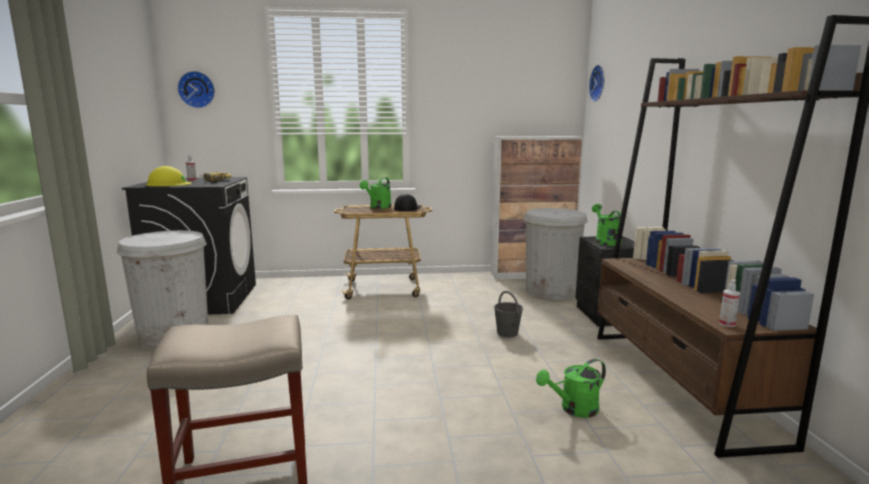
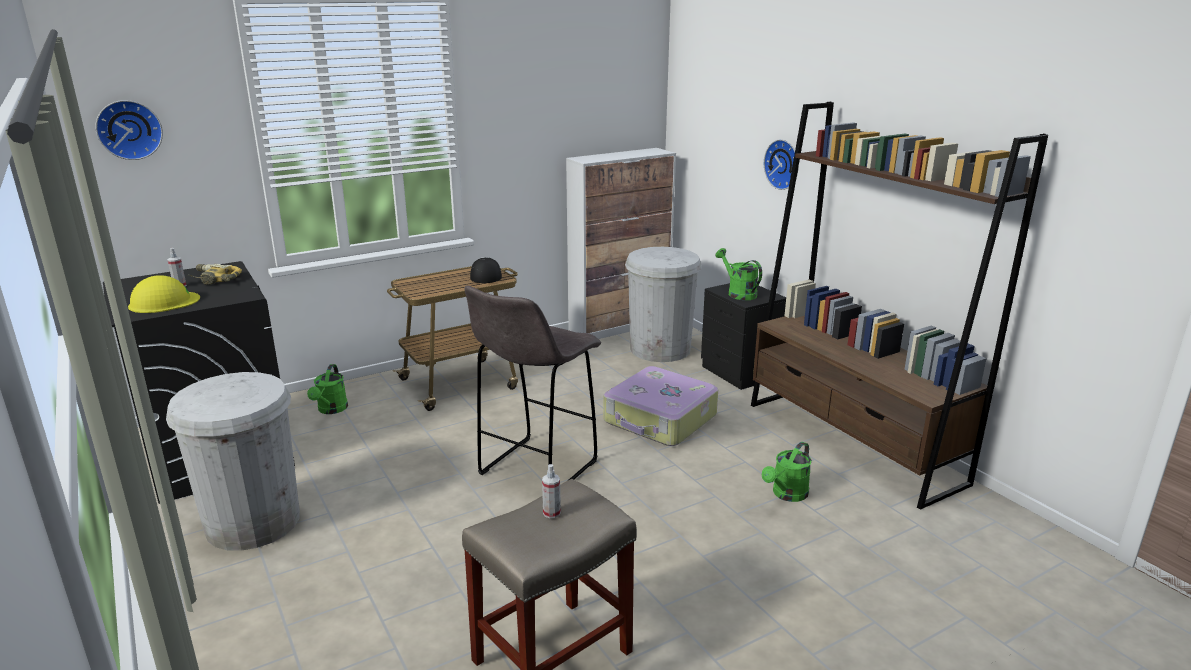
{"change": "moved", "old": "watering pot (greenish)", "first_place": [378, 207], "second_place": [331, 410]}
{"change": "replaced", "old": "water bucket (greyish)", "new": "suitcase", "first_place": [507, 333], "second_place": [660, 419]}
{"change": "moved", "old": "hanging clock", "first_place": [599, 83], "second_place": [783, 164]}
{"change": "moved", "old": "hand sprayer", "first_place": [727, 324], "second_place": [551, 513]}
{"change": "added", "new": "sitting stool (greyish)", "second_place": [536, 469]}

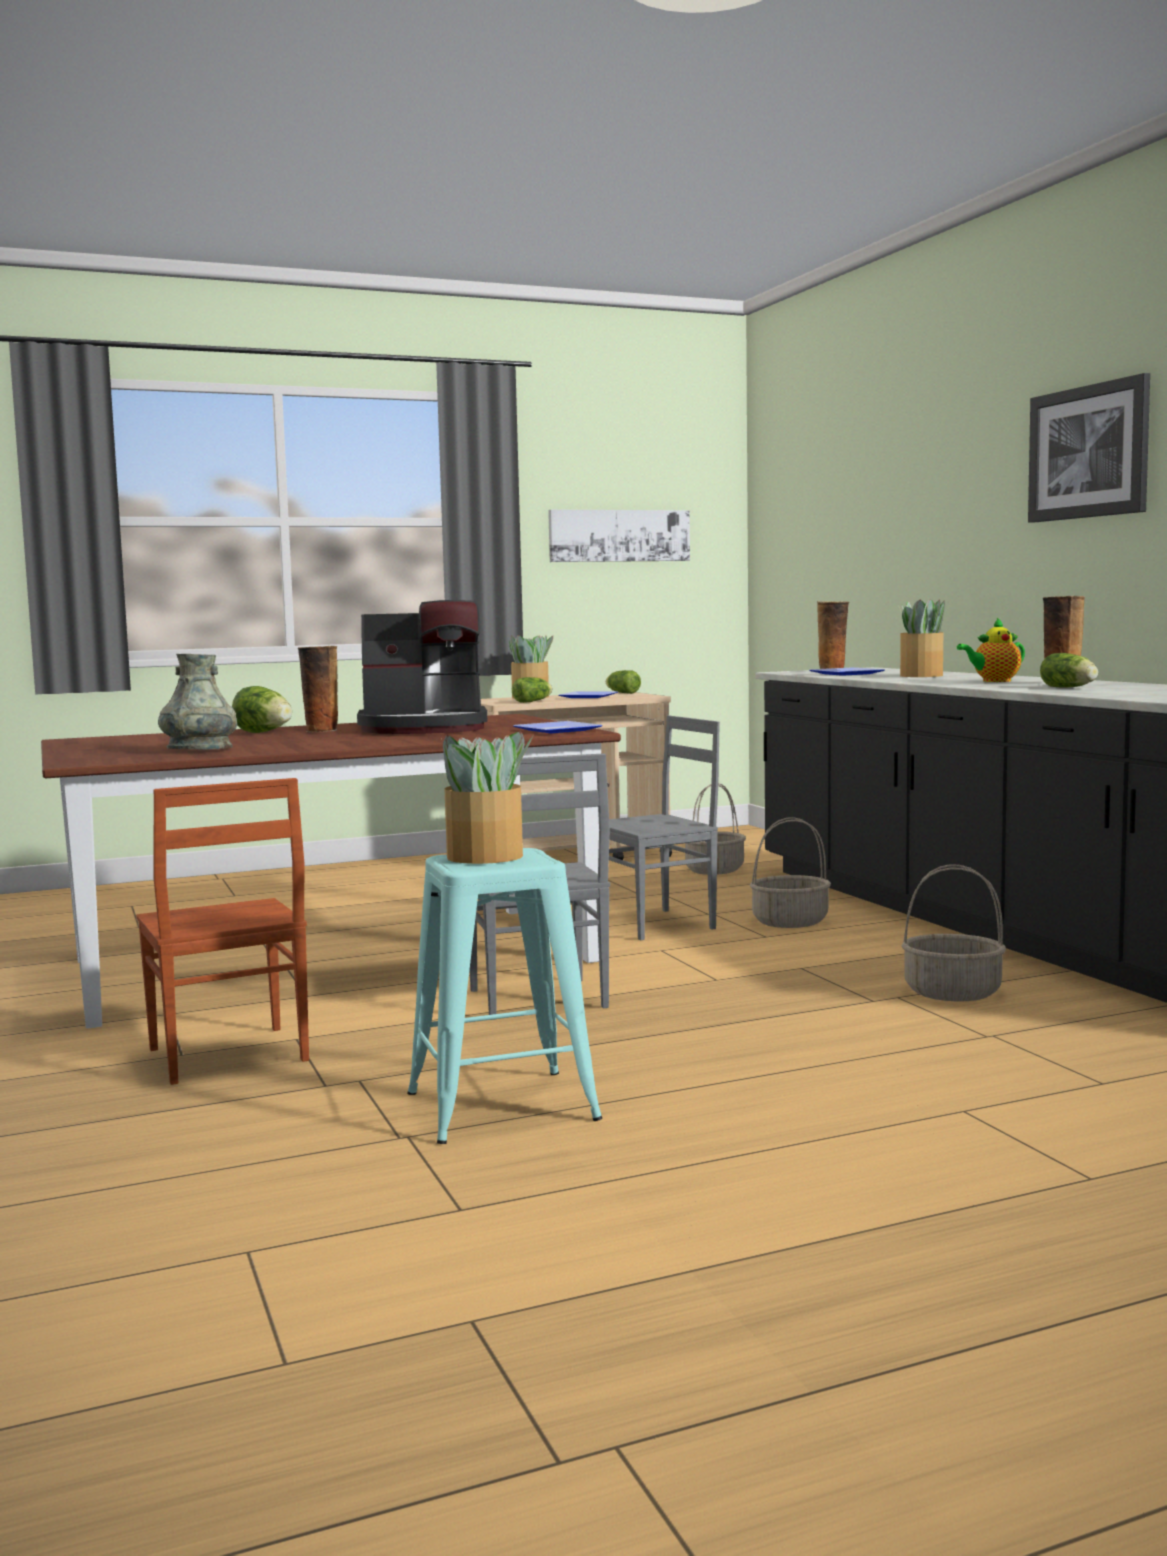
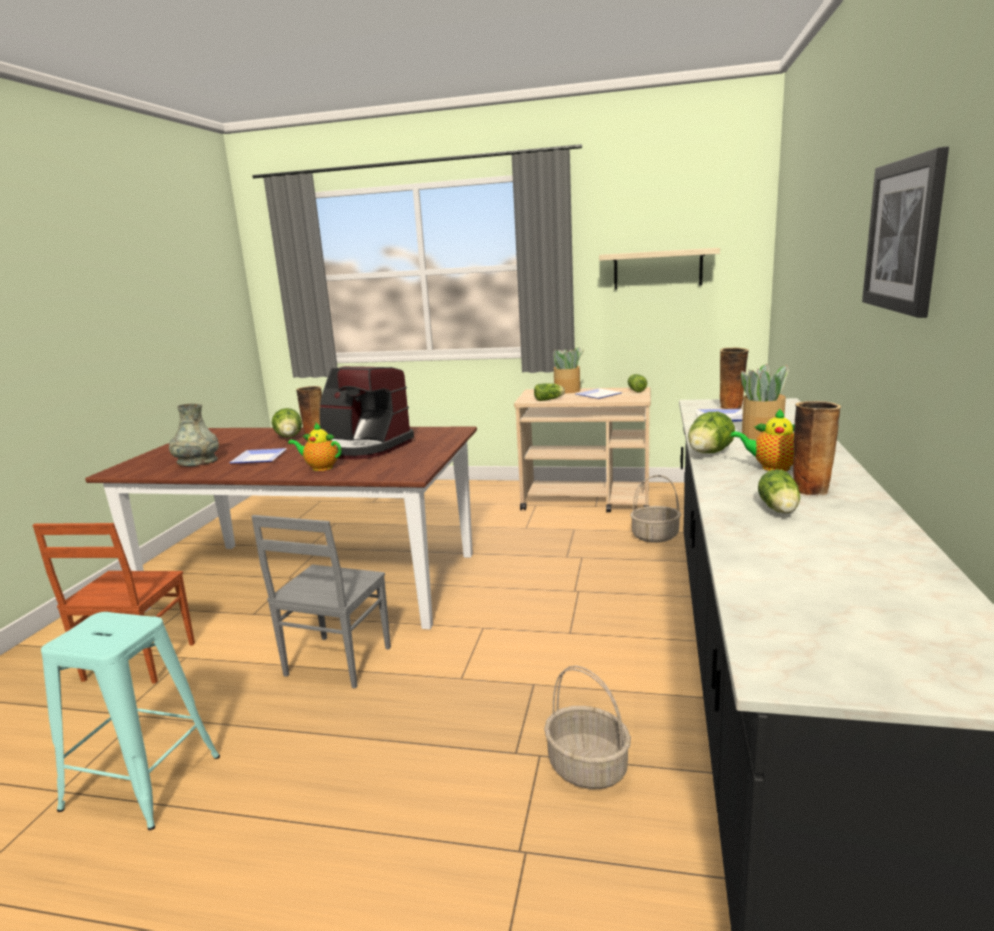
{"change": "removed", "old": "houseplant", "first_place": [486, 857]}
{"change": "moved", "old": "flat dish", "first_place": [556, 731], "second_place": [257, 459]}
{"change": "replaced", "old": "picture", "new": "shelf", "first_place": [619, 536], "second_place": [657, 269]}
{"change": "removed", "old": "upright chair (greyish)", "first_place": [657, 924]}
{"change": "removed", "old": "household basket", "first_place": [790, 922]}
{"change": "added", "new": "pot for tea", "second_place": [320, 468]}
{"change": "added", "new": "lettuce head", "second_place": [708, 454]}

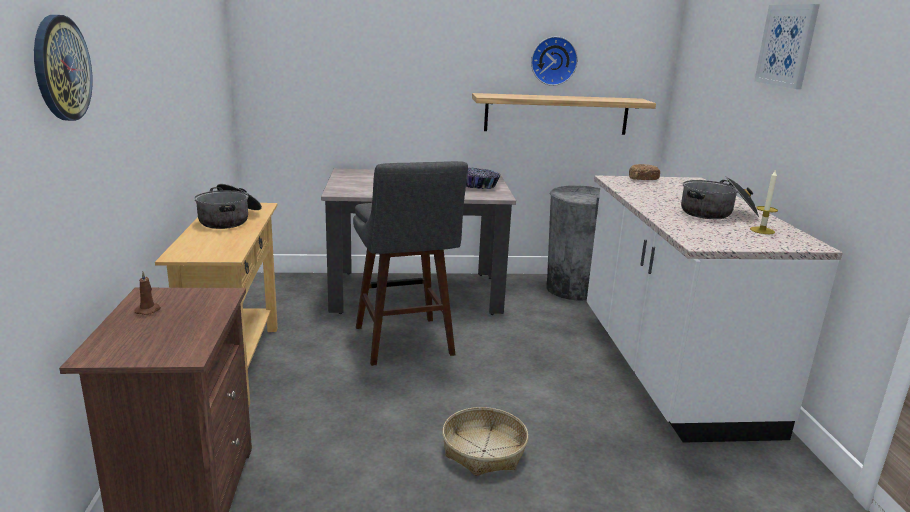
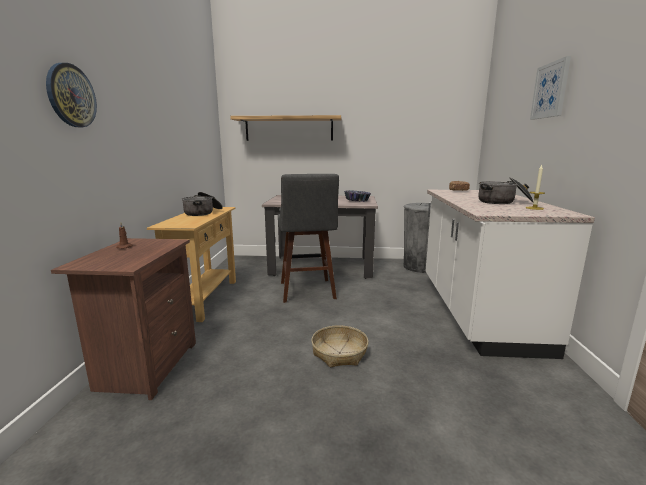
{"change": "moved", "old": "shelf", "first_place": [556, 114], "second_place": [289, 129]}
{"change": "removed", "old": "hanging clock", "first_place": [553, 60]}

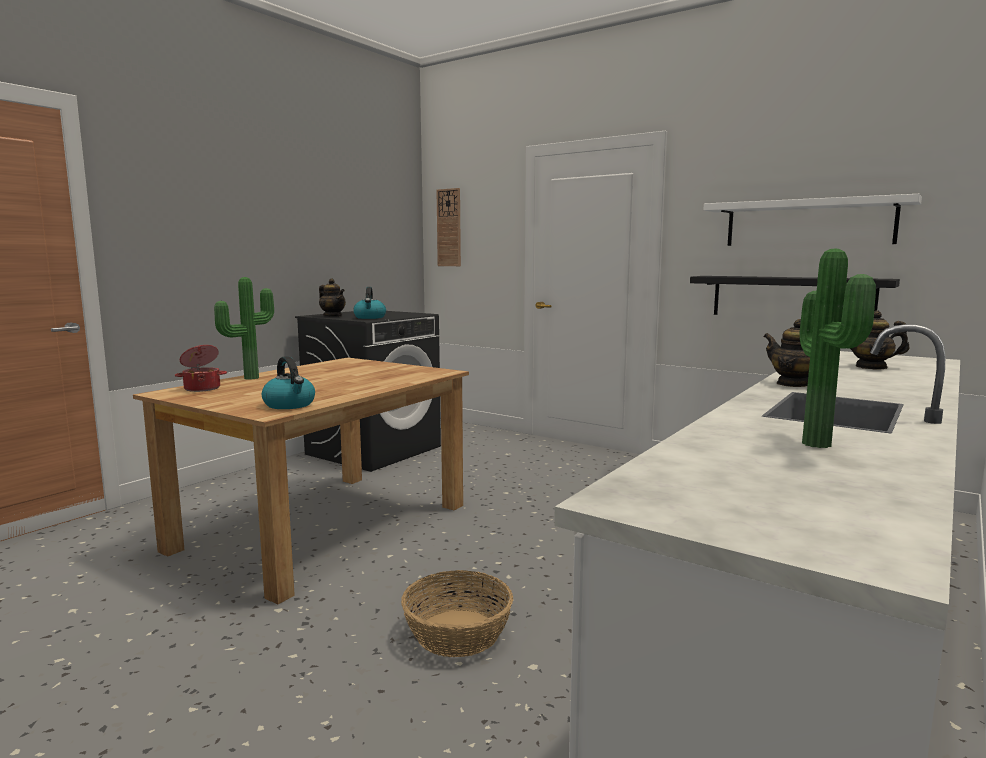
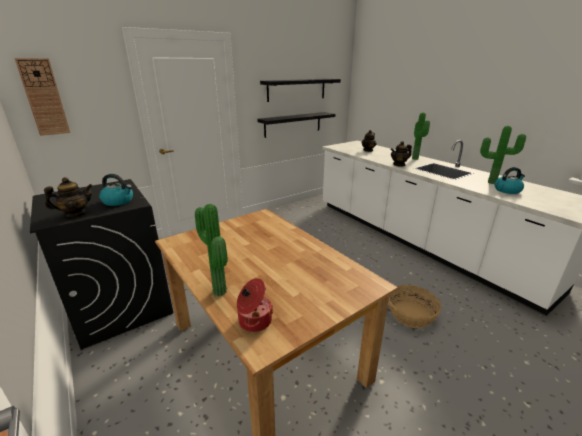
{"change": "moved", "old": "tea kettle", "first_place": [290, 405], "second_place": [507, 190]}
{"change": "recoloured", "old": "shelf (white)", "new": "shelf (black)", "first_place": [808, 223], "second_place": [296, 89]}
{"change": "added", "new": "houseplant", "second_place": [416, 159]}

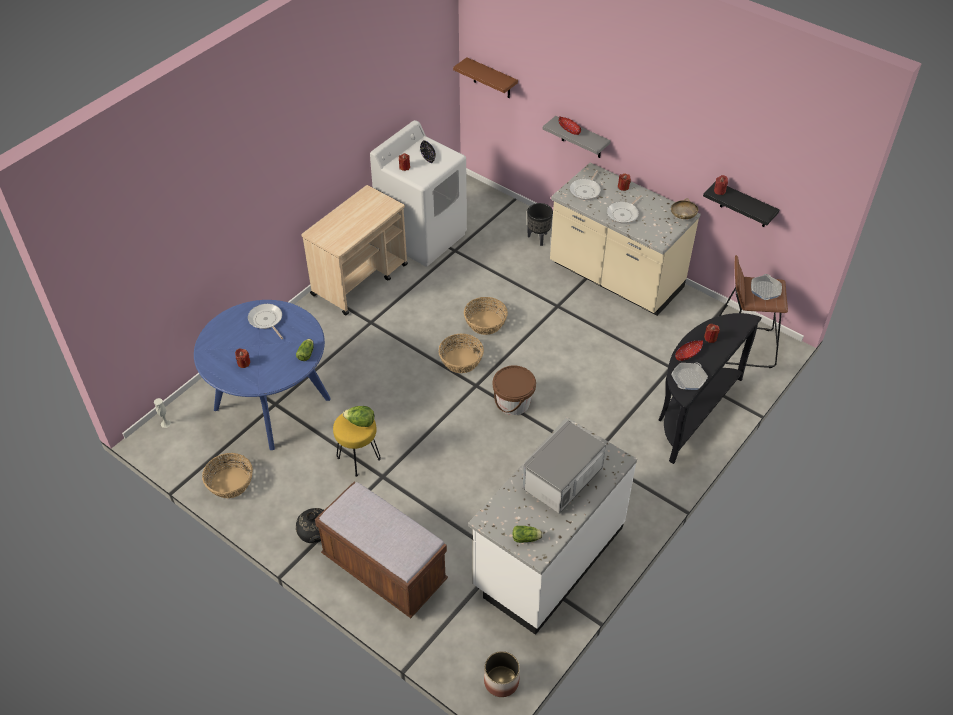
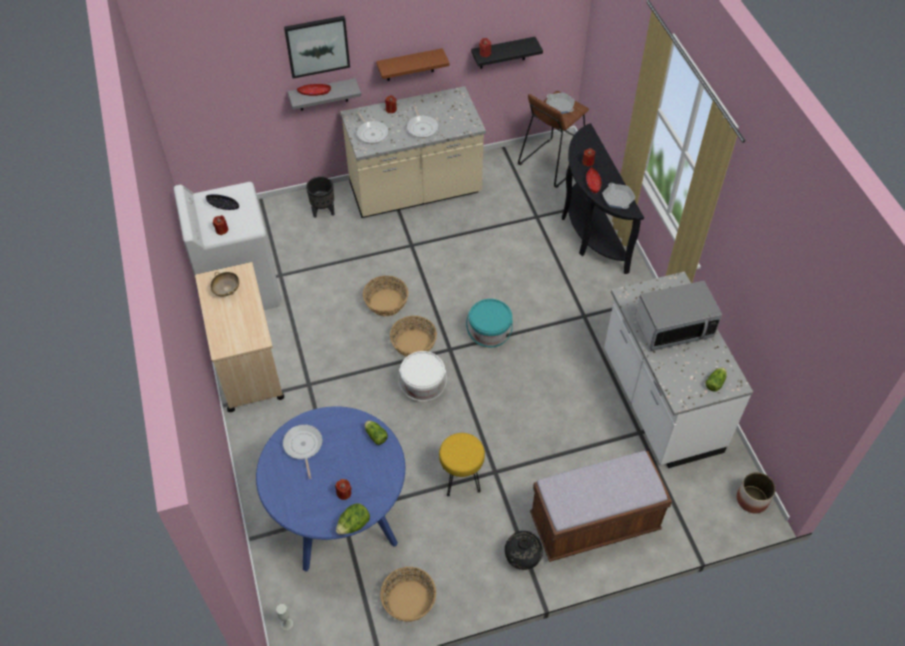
{"change": "turned", "old": "skillet", "first_place": [266, 320], "second_place": [303, 446], "degrees": 75}
{"change": "moved", "old": "lettuce head", "first_place": [360, 422], "second_place": [353, 525]}
{"change": "moved", "old": "shelf (brown-coloured)", "first_place": [492, 79], "second_place": [410, 65]}
{"change": "recoloured", "old": "water bucket (brown-coloured)", "new": "water bucket (turquoise)", "first_place": [513, 402], "second_place": [489, 335]}
{"change": "turned", "old": "microwave", "first_place": [562, 480], "second_place": [673, 327], "degrees": -90}
{"change": "moved", "old": "deep dish (sand-coloured)", "first_place": [683, 216], "second_place": [226, 290]}
{"change": "added", "new": "picture", "second_place": [317, 46]}
{"change": "added", "new": "water bucket (white)", "second_place": [423, 387]}

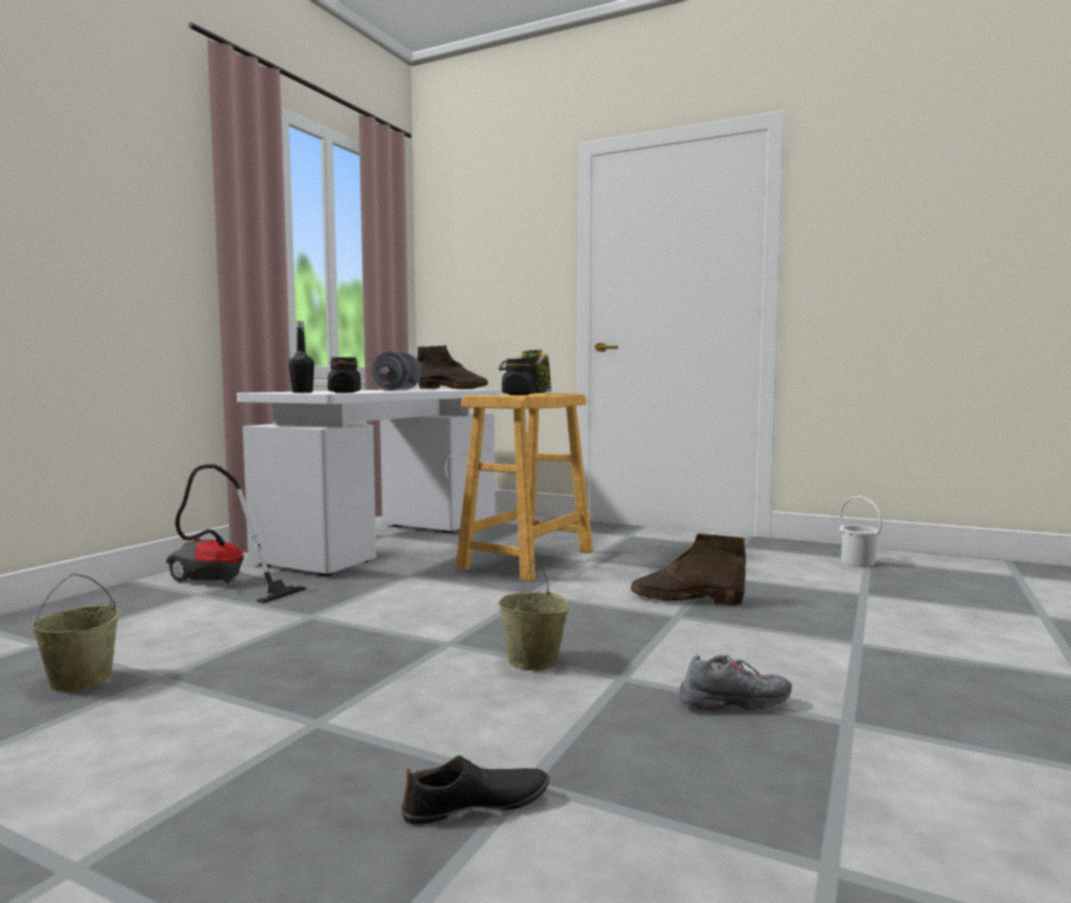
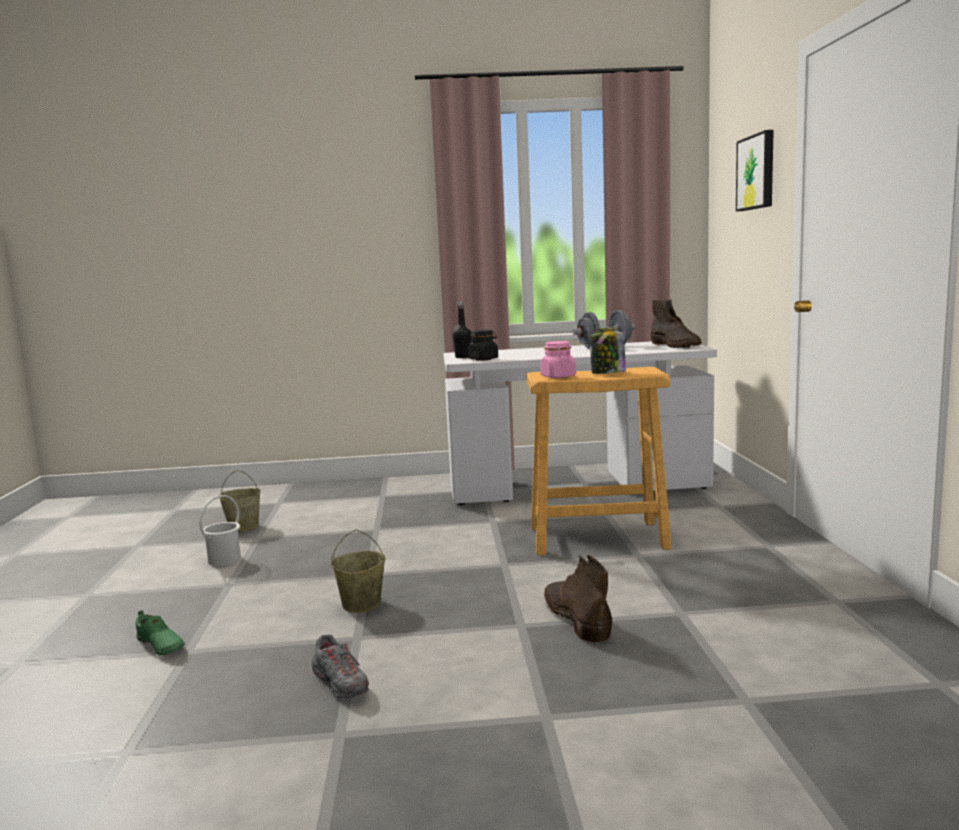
{"change": "removed", "old": "hoover", "first_place": [219, 584]}
{"change": "recoloured", "old": "item of footwear (black)", "new": "item of footwear (greenish)", "first_place": [477, 805], "second_place": [160, 645]}
{"change": "recoloured", "old": "jar (black)", "new": "jar (pinkish)", "first_place": [518, 394], "second_place": [558, 376]}
{"change": "moved", "old": "water bucket (white)", "first_place": [858, 562], "second_place": [225, 560]}
{"change": "added", "new": "picture", "second_place": [757, 172]}

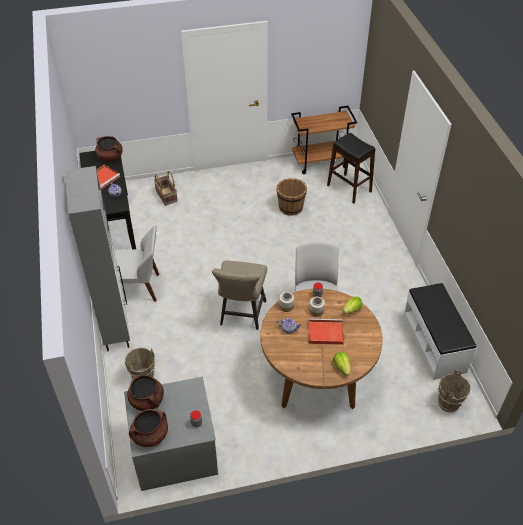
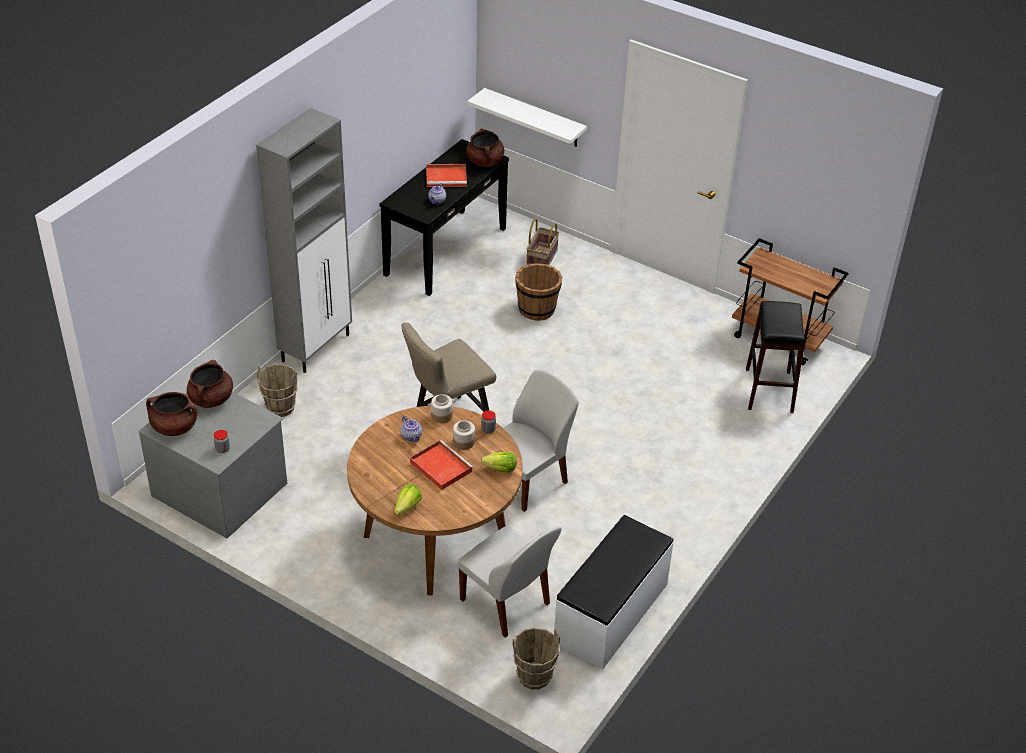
{"change": "moved", "old": "upright chair (white)", "first_place": [140, 287], "second_place": [506, 603]}
{"change": "moved", "old": "water bucket (brown-coloured)", "first_place": [290, 207], "second_place": [537, 309]}
{"change": "added", "new": "shelf (white)", "second_place": [534, 118]}

